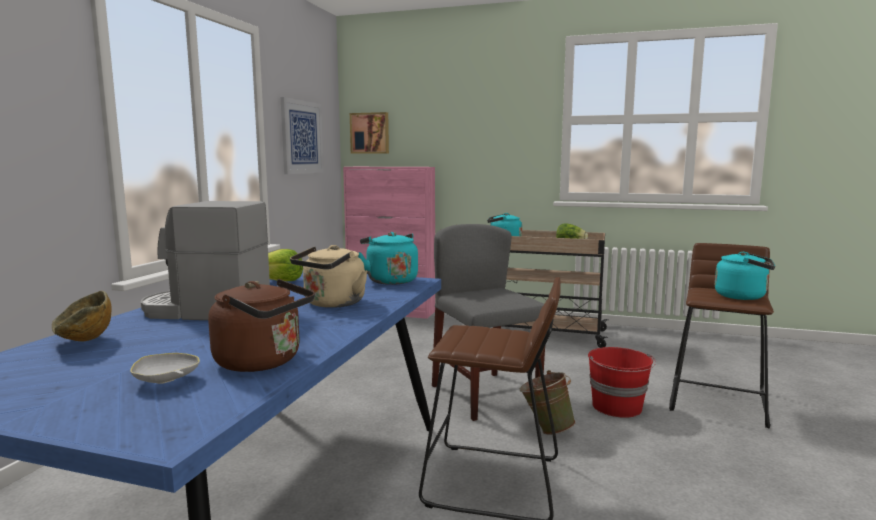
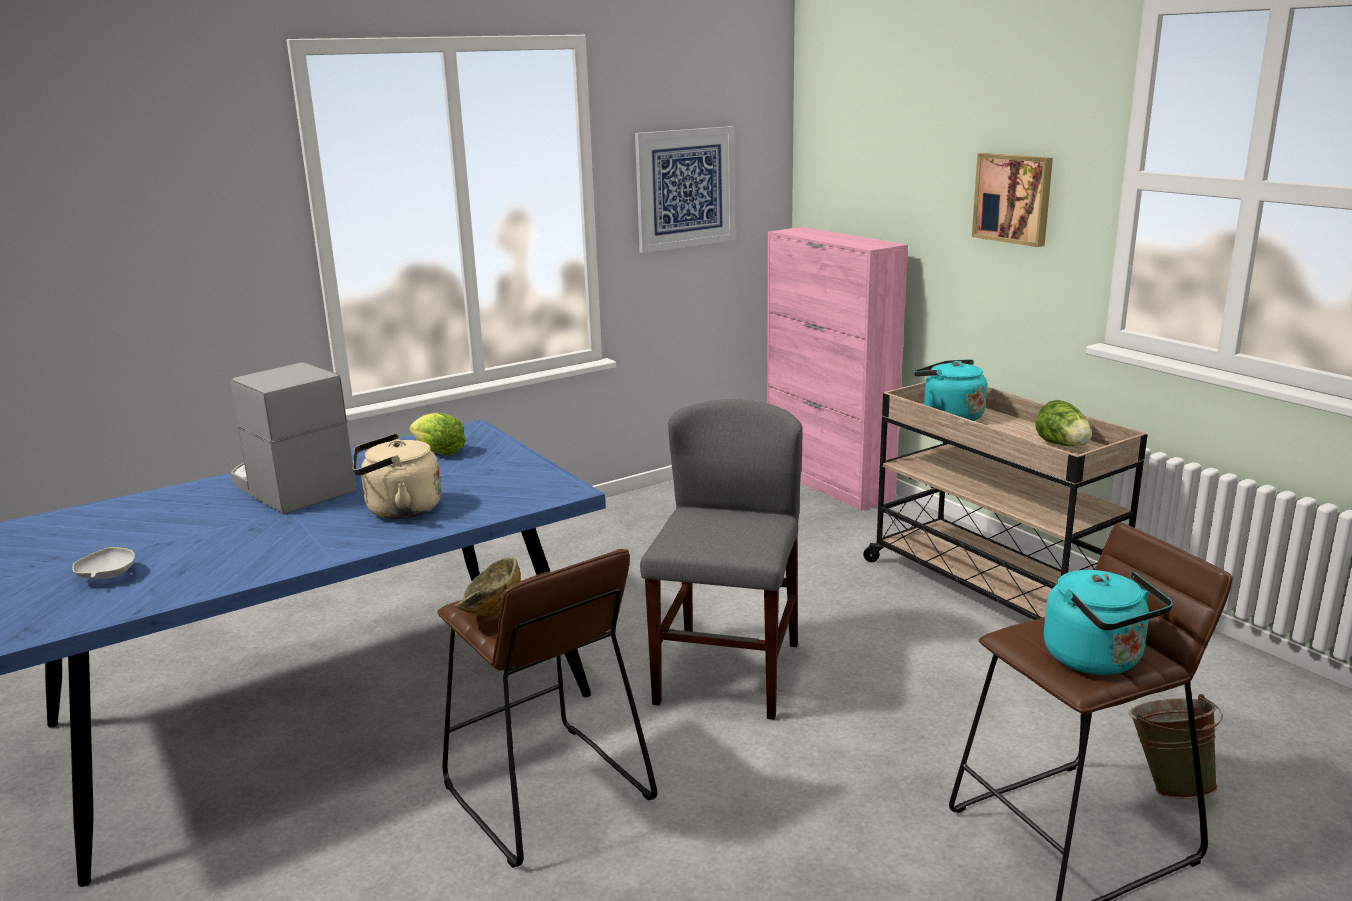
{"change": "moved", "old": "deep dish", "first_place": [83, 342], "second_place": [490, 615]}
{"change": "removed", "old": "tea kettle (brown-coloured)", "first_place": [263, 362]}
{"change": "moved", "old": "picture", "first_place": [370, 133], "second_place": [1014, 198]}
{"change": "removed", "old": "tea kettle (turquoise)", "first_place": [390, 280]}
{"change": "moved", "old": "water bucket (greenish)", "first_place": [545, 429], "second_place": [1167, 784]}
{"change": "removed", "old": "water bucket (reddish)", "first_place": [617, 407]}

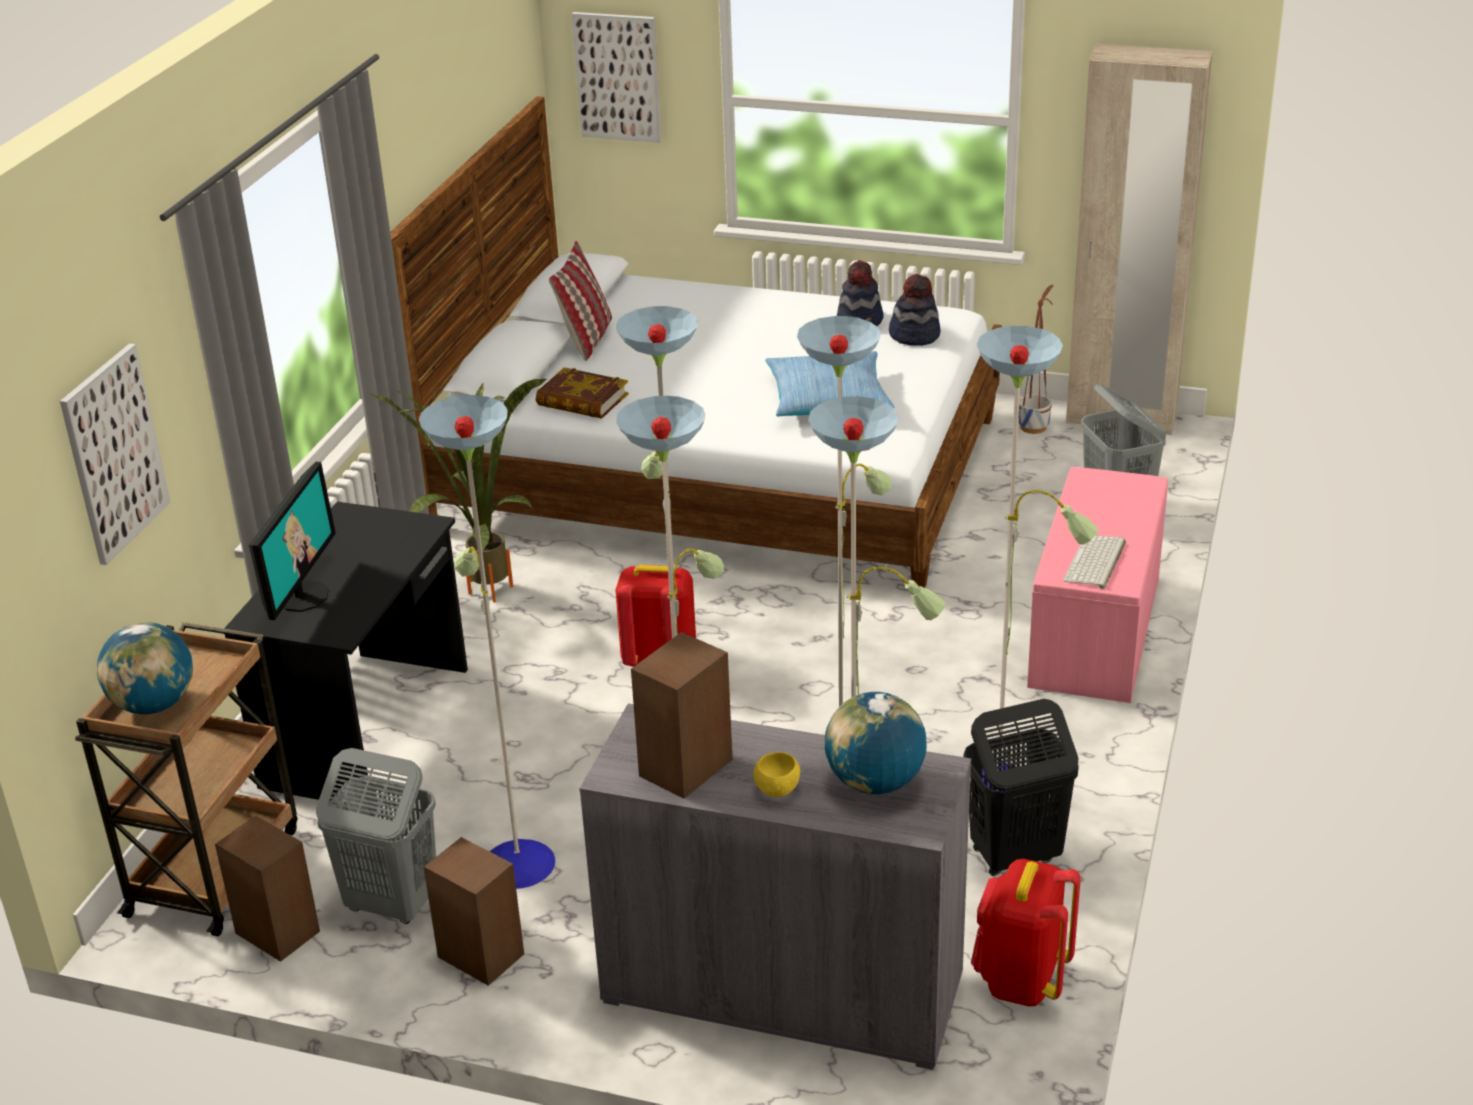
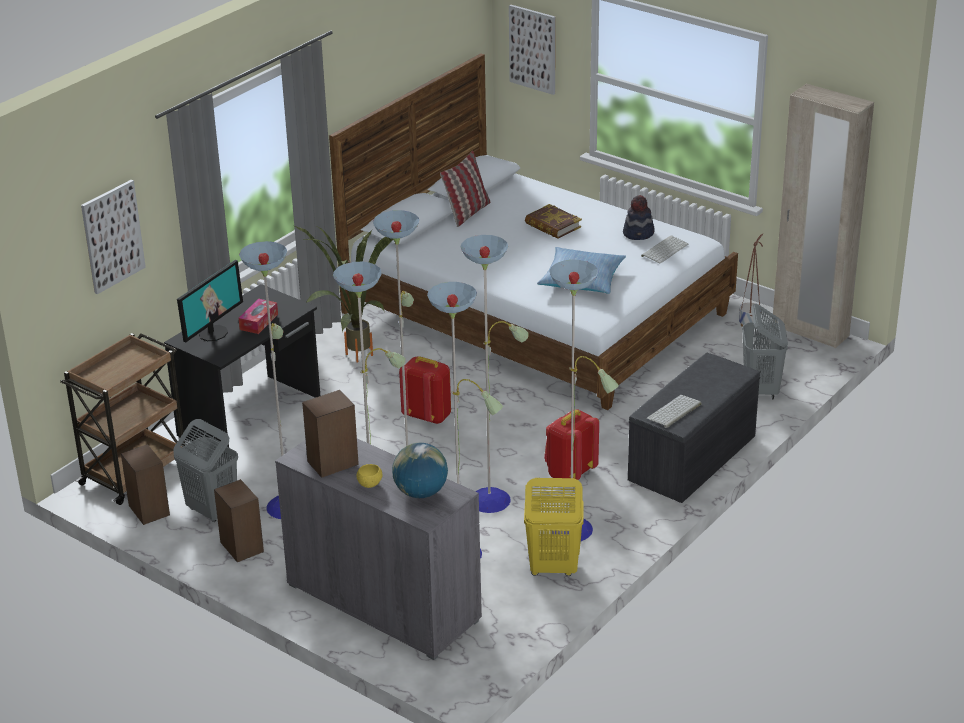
{"change": "removed", "old": "globe", "first_place": [154, 705]}
{"change": "moved", "old": "book", "first_place": [582, 400], "second_place": [552, 226]}
{"change": "replaced", "old": "wearable hat", "new": "keyboard", "first_place": [914, 335], "second_place": [664, 249]}
{"change": "recoloured", "old": "hamper (black)", "new": "hamper (yellow)", "first_place": [1014, 855], "second_place": [553, 568]}
{"change": "moved", "old": "knapsack (reddish)", "first_place": [1021, 980], "second_place": [569, 473]}
{"change": "recoloured", "old": "bench (pinkish)", "new": "bench (greyish)", "first_place": [1097, 633], "second_place": [692, 459]}
{"change": "added", "new": "tissue holder", "second_place": [259, 322]}

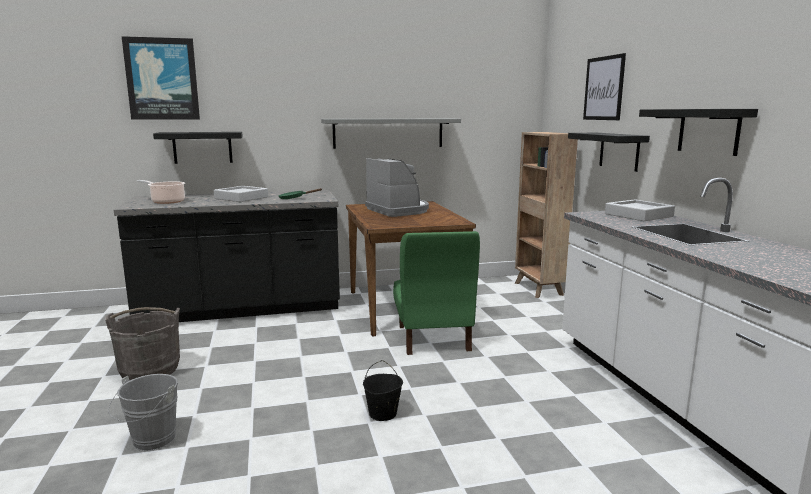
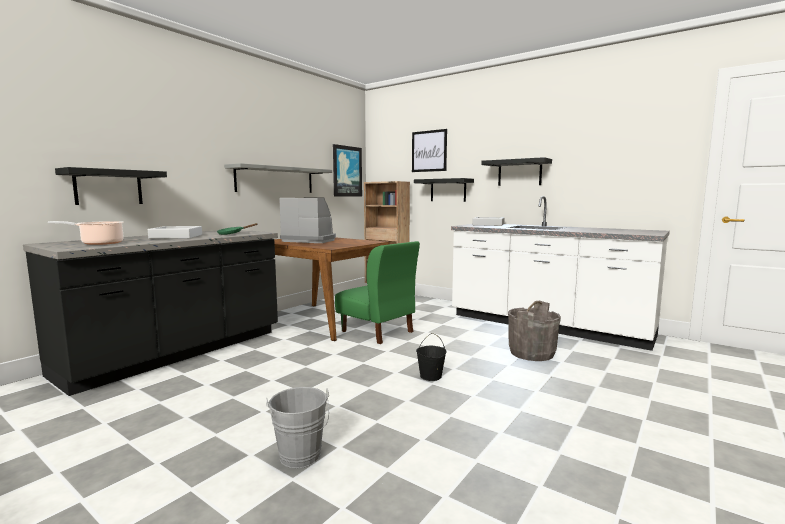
{"change": "moved", "old": "water bucket (greyish)", "first_place": [149, 370], "second_place": [531, 353]}
{"change": "moved", "old": "picture", "first_place": [162, 79], "second_place": [347, 171]}

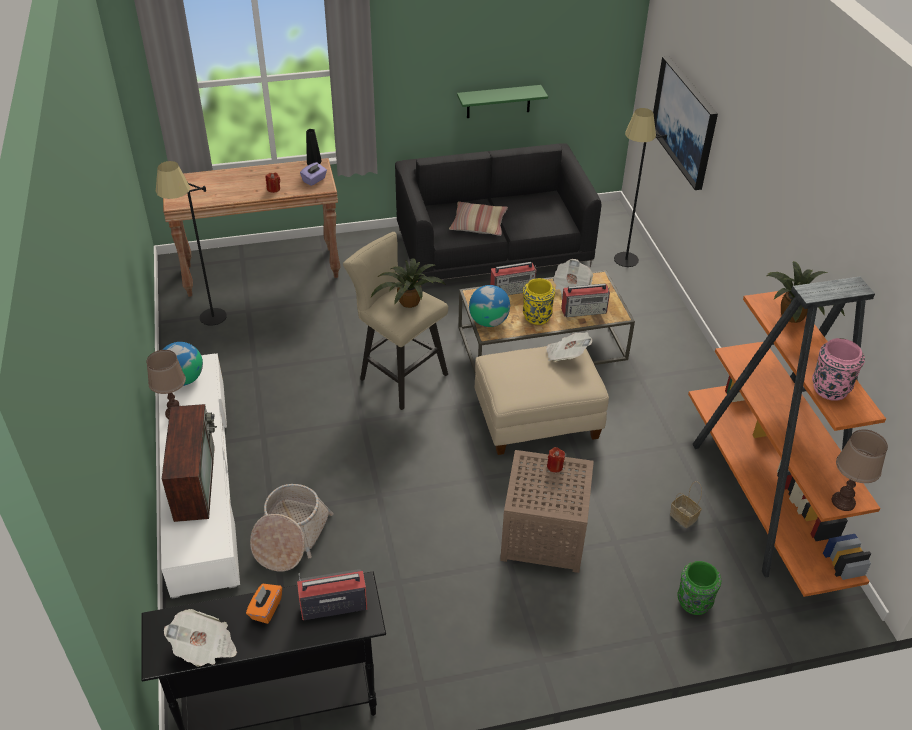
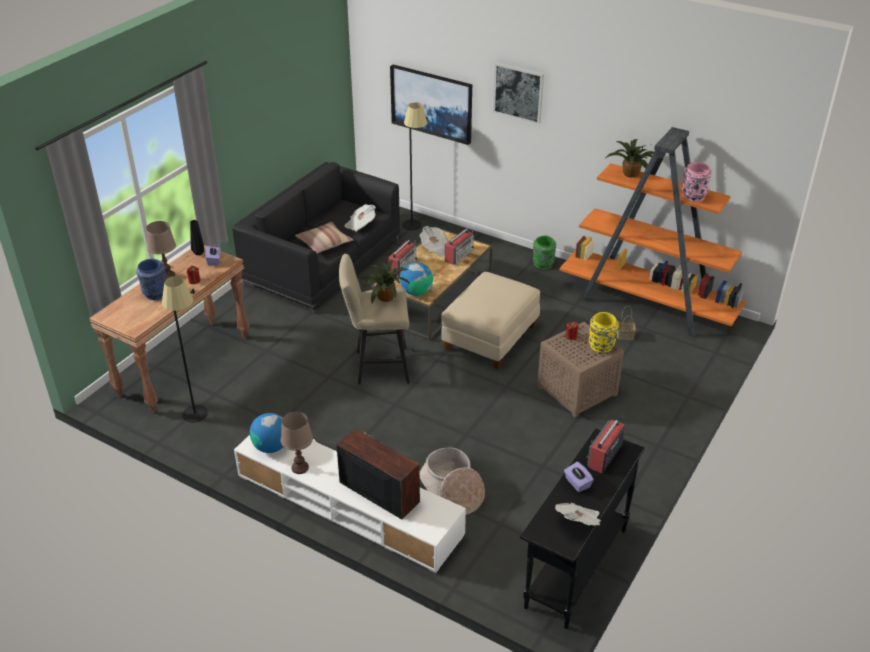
{"change": "recoloured", "old": "tissue holder (orange)", "new": "tissue holder (purple)", "first_place": [265, 609], "second_place": [577, 483]}
{"change": "removed", "old": "shelf (greenish)", "first_place": [498, 101]}
{"change": "moved", "old": "decorative vase (yellow)", "first_place": [536, 317], "second_place": [601, 346]}
{"change": "moved", "old": "printed paper", "first_place": [566, 355], "second_place": [360, 225]}
{"change": "moved", "old": "decorative vase (greenish)", "first_place": [693, 602], "second_place": [543, 264]}
{"change": "moved", "old": "table lamp (brown-coloured)", "first_place": [843, 501], "second_place": [167, 275]}
{"change": "added", "new": "decorative vase (blue)", "second_place": [155, 293]}
{"change": "added", "new": "picture", "second_place": [518, 92]}

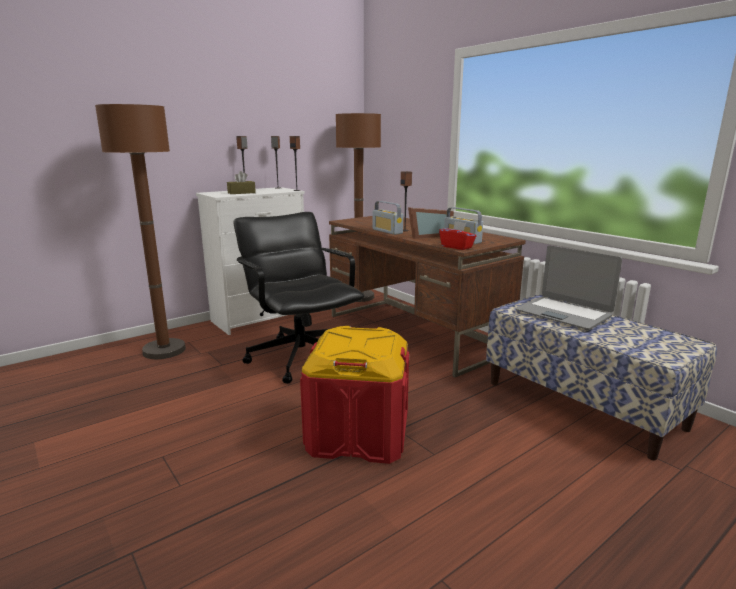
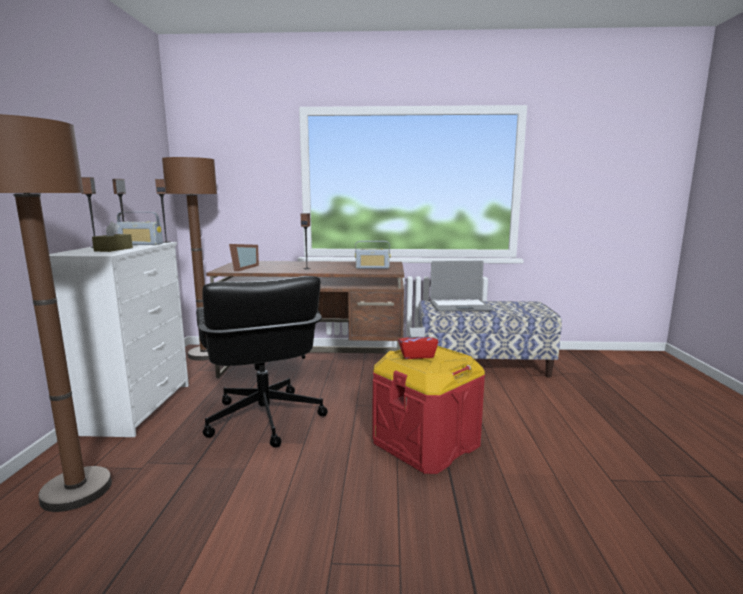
{"change": "turned", "old": "office chair (black)", "first_place": [300, 357], "second_place": [264, 419], "degrees": -120}
{"change": "moved", "old": "radio receiver", "first_place": [387, 231], "second_place": [141, 244]}
{"change": "moved", "old": "photo frame", "first_place": [428, 236], "second_place": [242, 268]}
{"change": "moved", "old": "tissue holder (reddish)", "first_place": [457, 247], "second_place": [417, 355]}

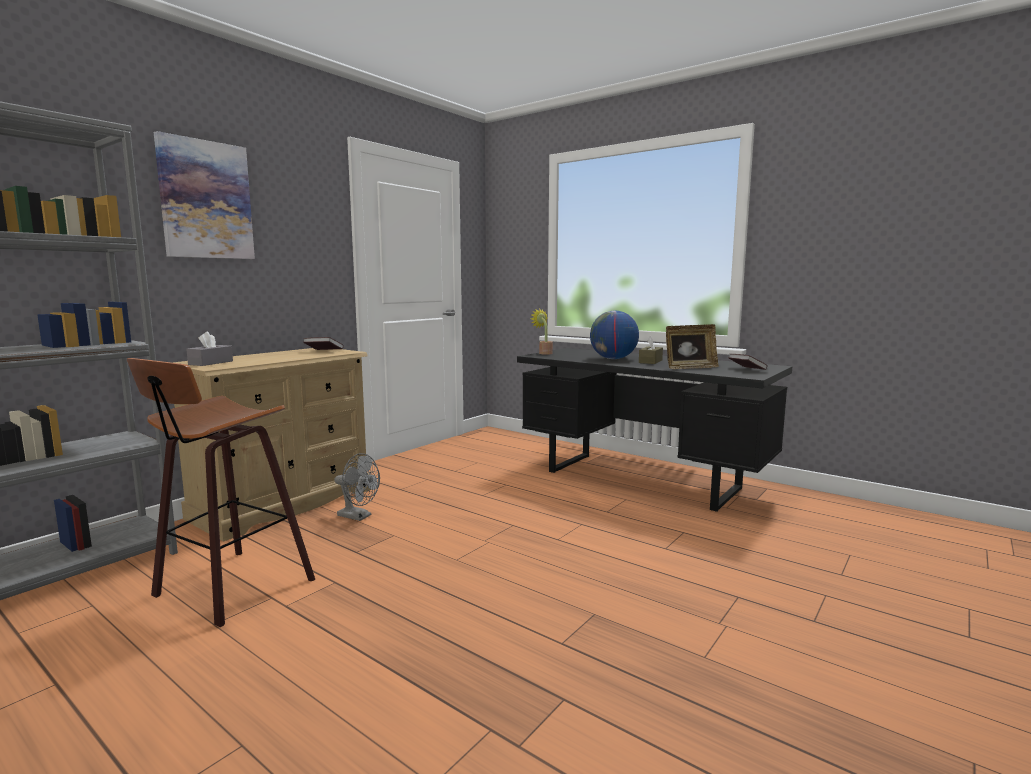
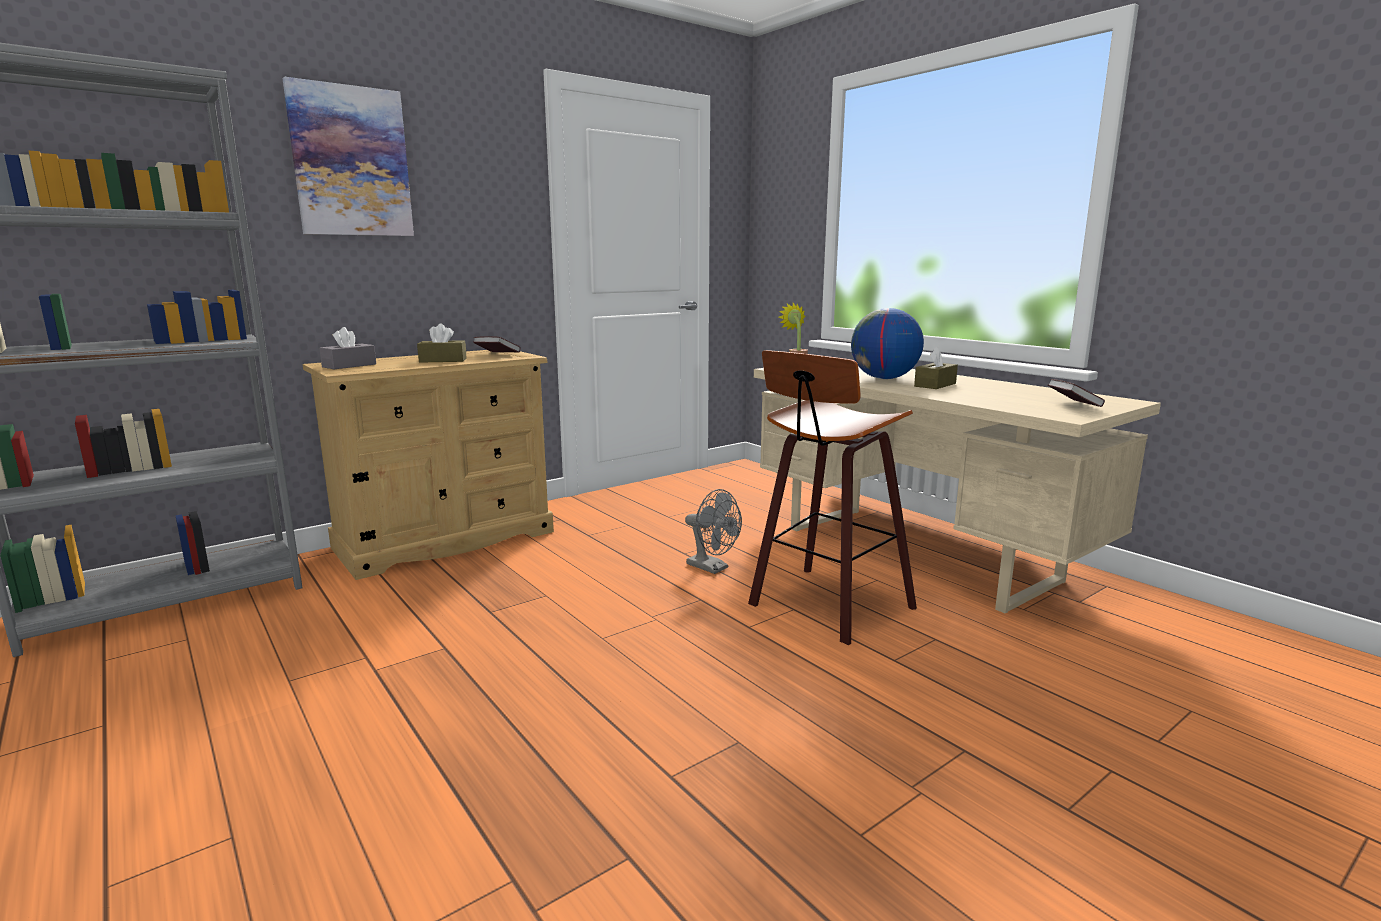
{"change": "moved", "old": "sitting stool", "first_place": [229, 588], "second_place": [826, 606]}
{"change": "moved", "old": "cooling fan (greyish)", "first_place": [358, 516], "second_place": [712, 568]}
{"change": "recoloured", "old": "desk table (black)", "new": "desk table (sand-coloured)", "first_place": [643, 479], "second_place": [918, 553]}
{"change": "removed", "old": "photo frame", "first_place": [690, 367]}
{"change": "added", "new": "tissue holder (brown-coloured)", "second_place": [443, 360]}

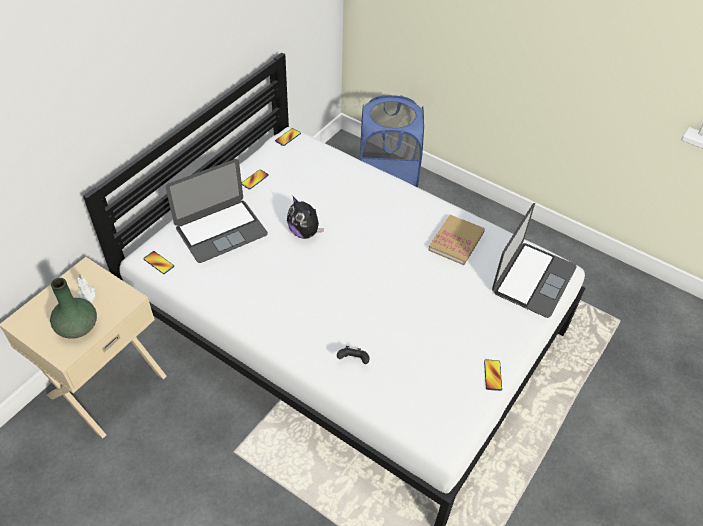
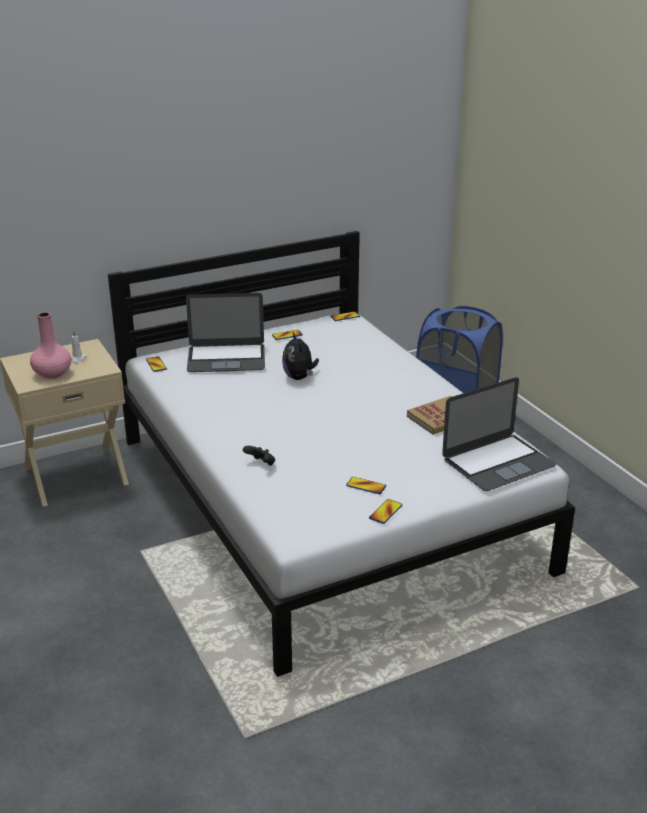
{"change": "recoloured", "old": "decorative vase (greenish)", "new": "decorative vase (pinkish)", "first_place": [78, 327], "second_place": [52, 374]}
{"change": "added", "new": "phone", "second_place": [366, 486]}

